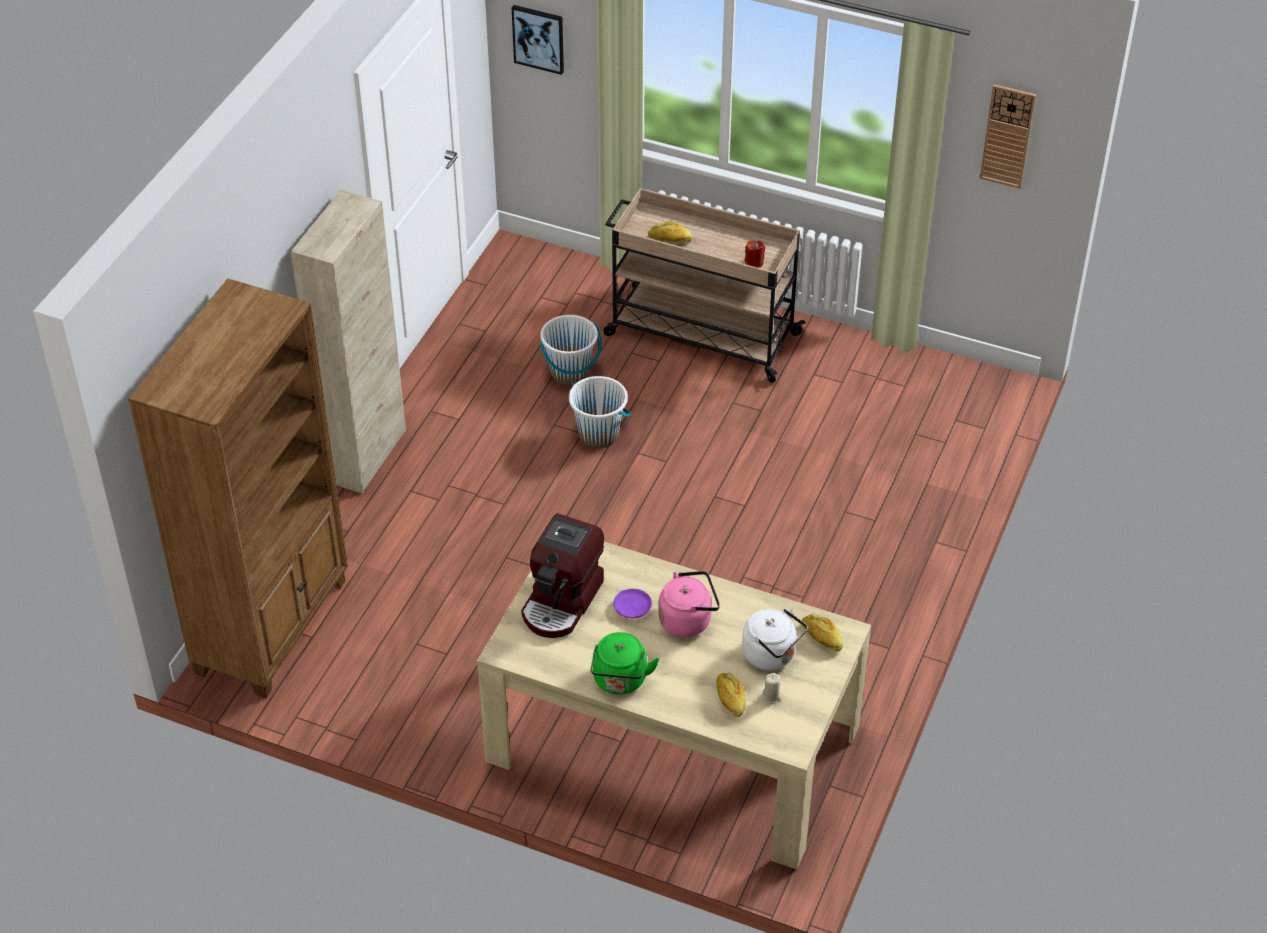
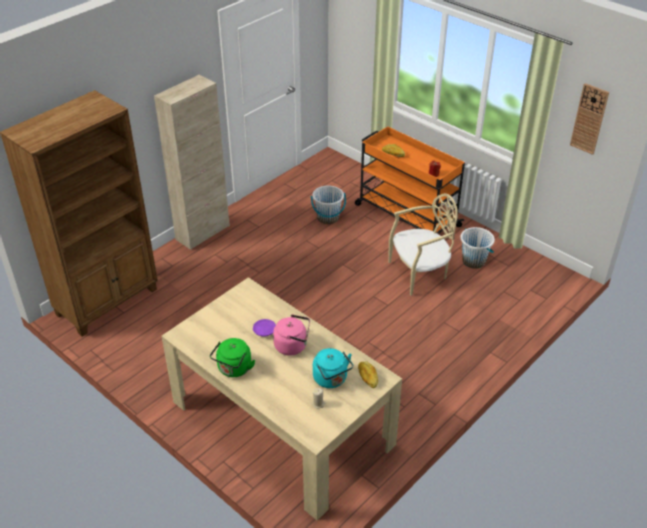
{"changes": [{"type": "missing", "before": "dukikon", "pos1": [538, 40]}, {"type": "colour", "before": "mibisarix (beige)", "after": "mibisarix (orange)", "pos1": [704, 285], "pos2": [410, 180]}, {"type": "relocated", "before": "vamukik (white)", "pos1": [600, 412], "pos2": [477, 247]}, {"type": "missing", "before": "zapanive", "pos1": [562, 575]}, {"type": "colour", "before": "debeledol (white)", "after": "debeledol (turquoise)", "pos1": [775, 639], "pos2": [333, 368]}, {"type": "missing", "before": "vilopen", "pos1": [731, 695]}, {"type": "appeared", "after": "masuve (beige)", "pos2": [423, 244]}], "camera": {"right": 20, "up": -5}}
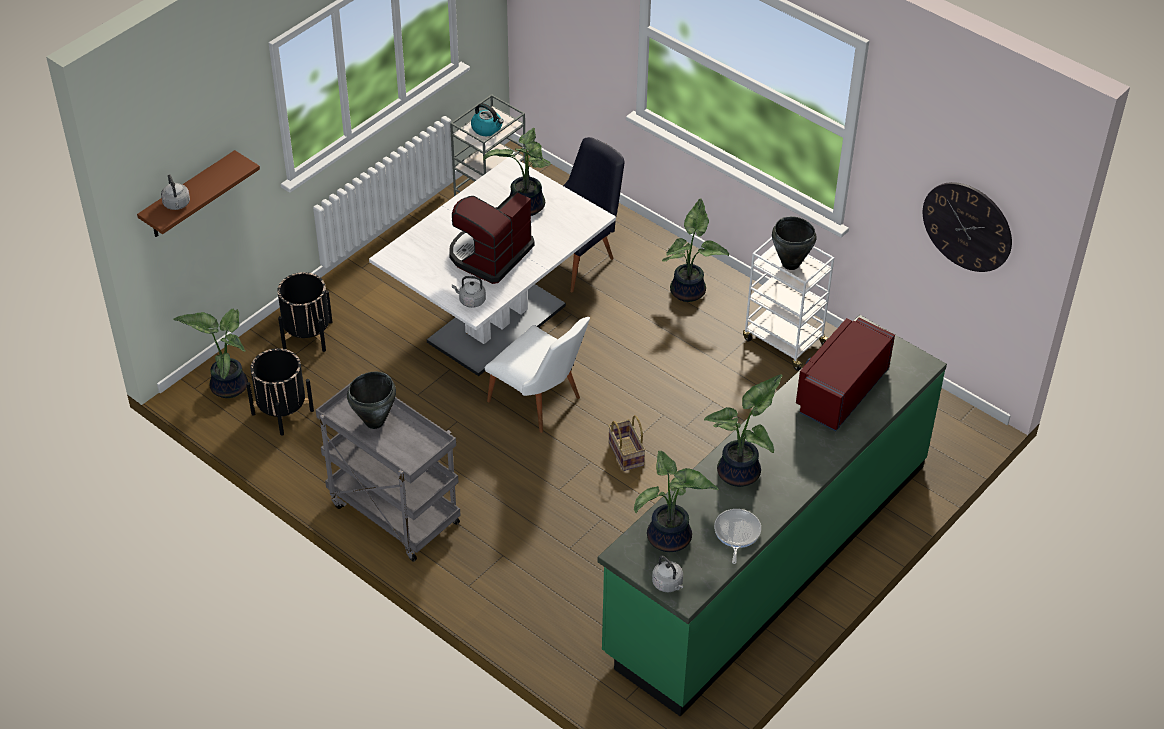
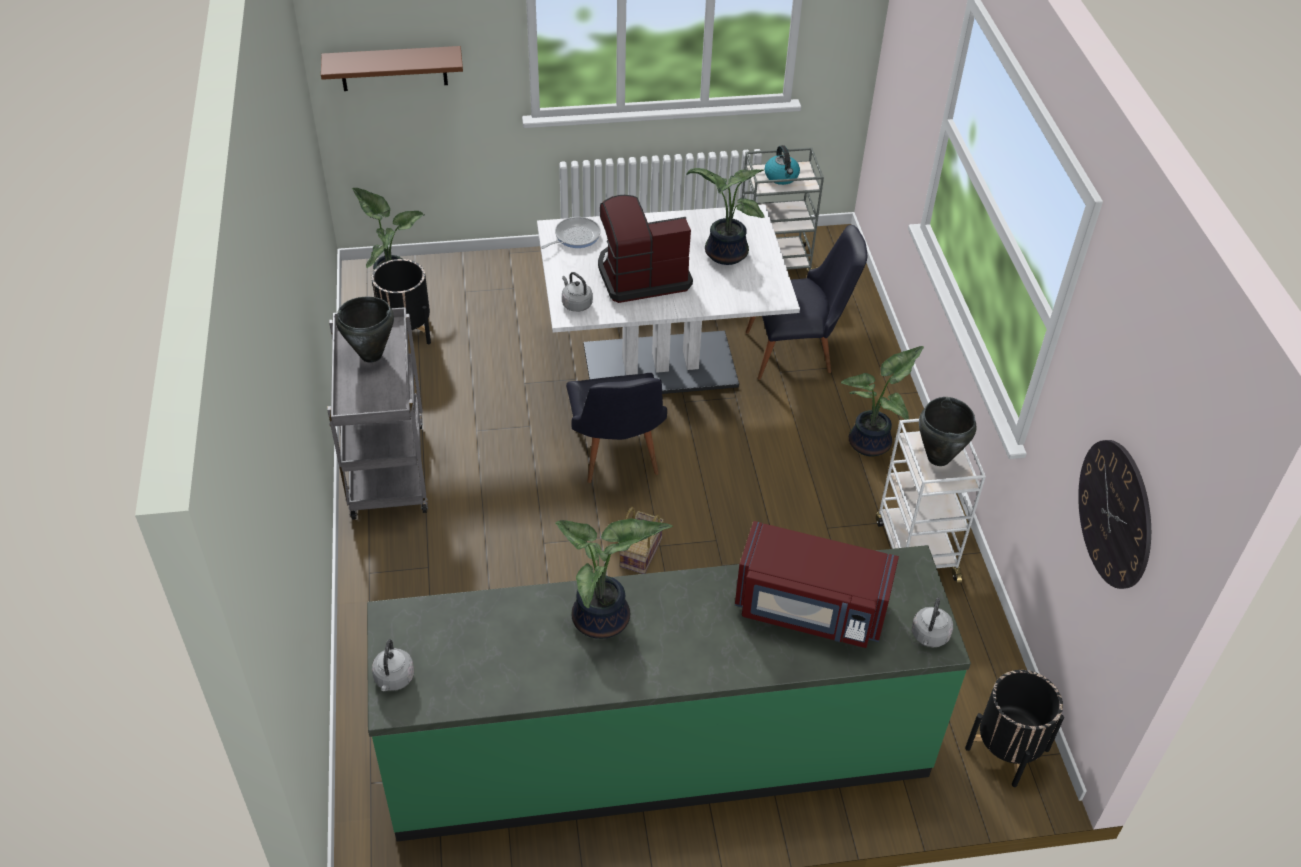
{"changes": [{"type": "relocated", "before": "debeledol (grey)", "pos1": [175, 192], "pos2": [932, 622]}, {"type": "relocated", "before": "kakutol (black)", "pos1": [304, 312], "pos2": [1014, 728]}, {"type": "colour", "before": "masuve (white)", "after": "masuve (black)", "pos1": [537, 375], "pos2": [616, 428]}, {"type": "spun", "before": "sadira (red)", "pos1": [845, 374], "pos2": [817, 584], "turn": -150}, {"type": "missing", "before": "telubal", "pos1": [676, 501]}, {"type": "relocated", "before": "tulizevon", "pos1": [737, 536], "pos2": [571, 233]}], "camera": {"right": 40, "up": 0}}
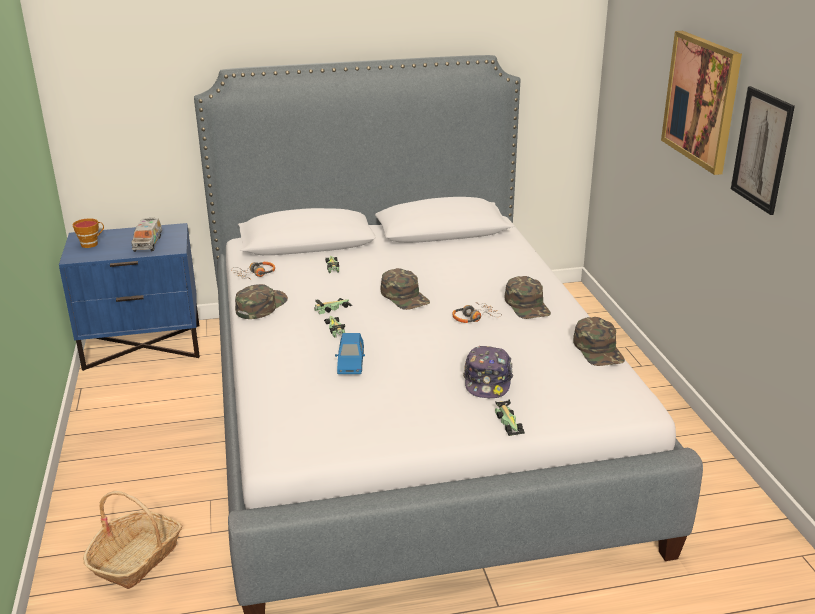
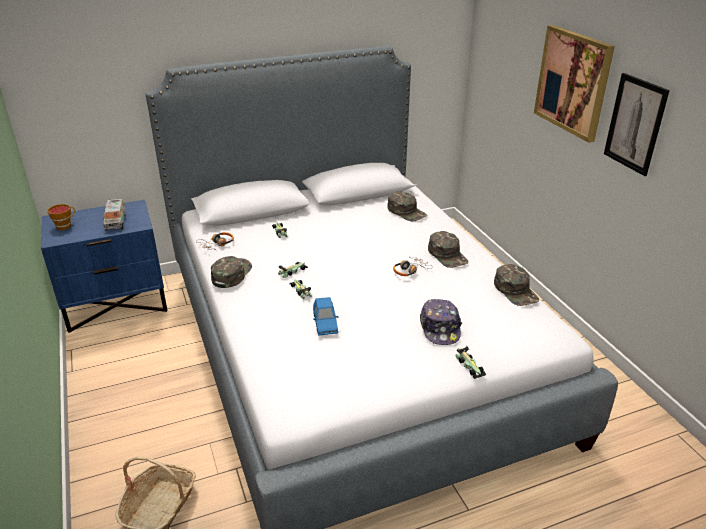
{"changes": [{"type": "relocated", "before": "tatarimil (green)", "pos1": [405, 289], "pos2": [407, 206]}], "camera": {"right": -10, "up": 5}}
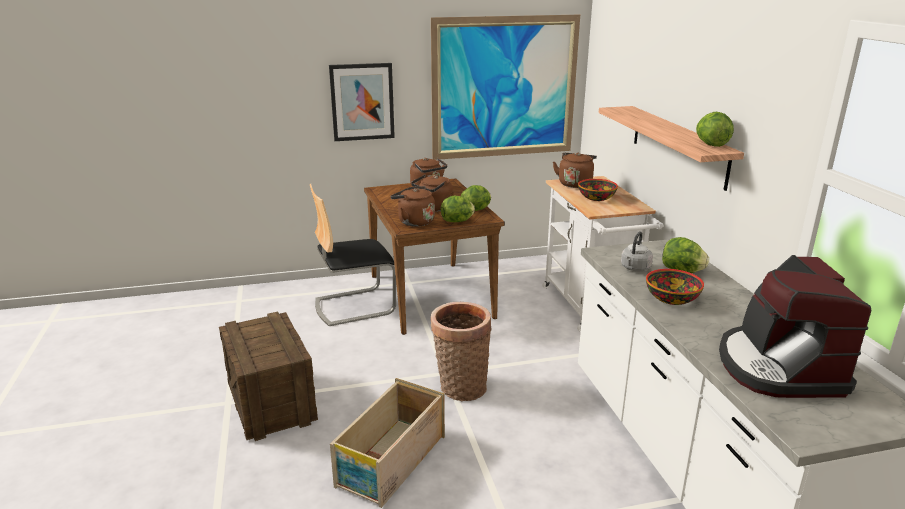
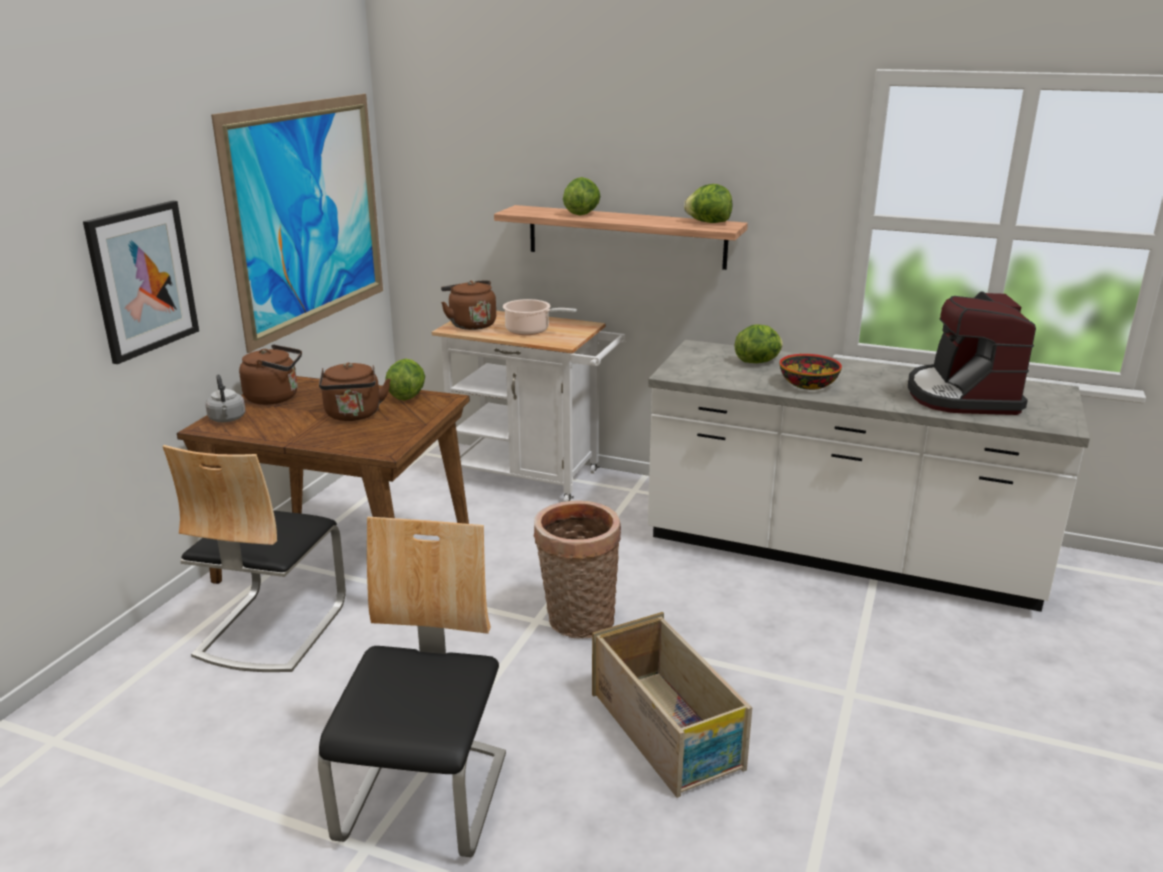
{"changes": [{"type": "exchanged", "before": "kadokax", "after": "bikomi", "pos1": [598, 190], "pos2": [540, 317]}, {"type": "missing", "before": "debeledol (brown)", "pos1": [413, 206]}, {"type": "relocated", "before": "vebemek", "pos1": [458, 208], "pos2": [581, 196]}, {"type": "relocated", "before": "debeledol (grey)", "pos1": [637, 251], "pos2": [225, 398]}, {"type": "spun", "before": "zapanive", "pos1": [795, 326], "pos2": [972, 353], "turn": 60}, {"type": "exchanged", "before": "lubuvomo", "after": "masuve", "pos1": [268, 376], "pos2": [412, 687]}], "camera": {"right": -55, "up": 0}}
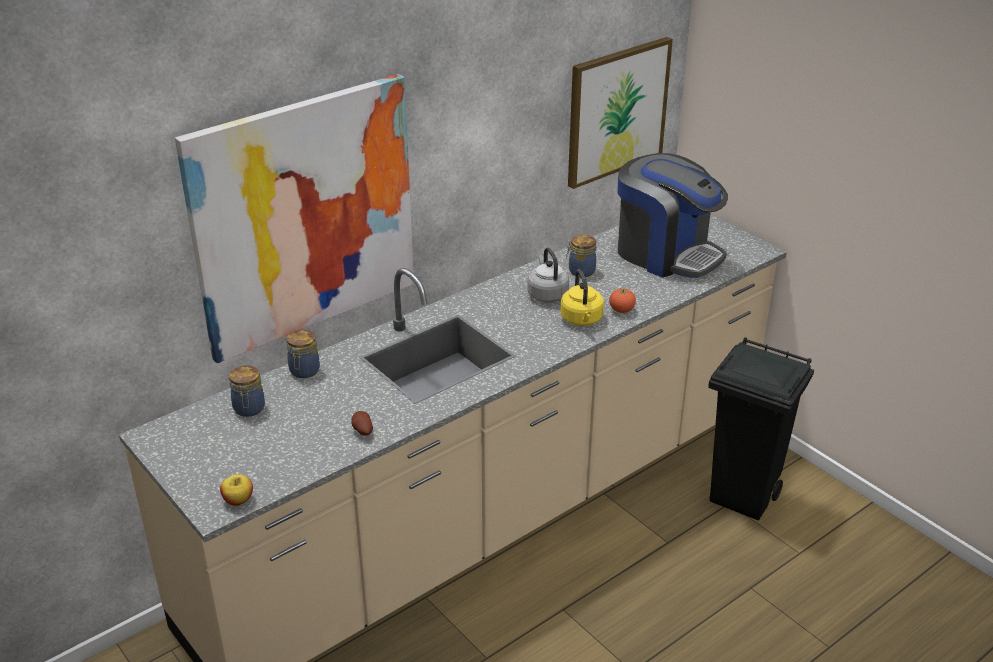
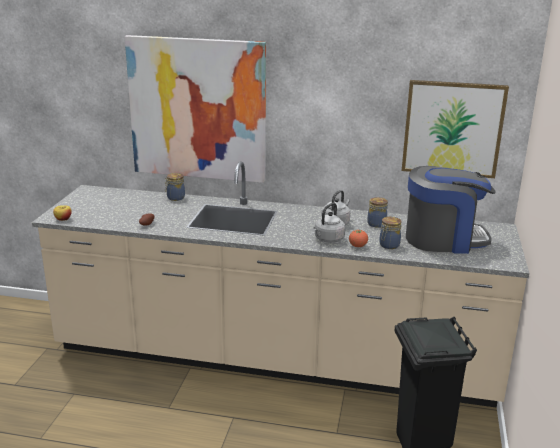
{"changes": [{"type": "spun", "before": "zapanive", "pos1": [673, 215], "pos2": [451, 210], "turn": -90}, {"type": "colour", "before": "debeledol (yellow)", "after": "debeledol (grey)", "pos1": [582, 297], "pos2": [329, 223]}, {"type": "relocated", "before": "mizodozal", "pos1": [247, 391], "pos2": [390, 233]}], "camera": {"right": 50, "up": -10}}
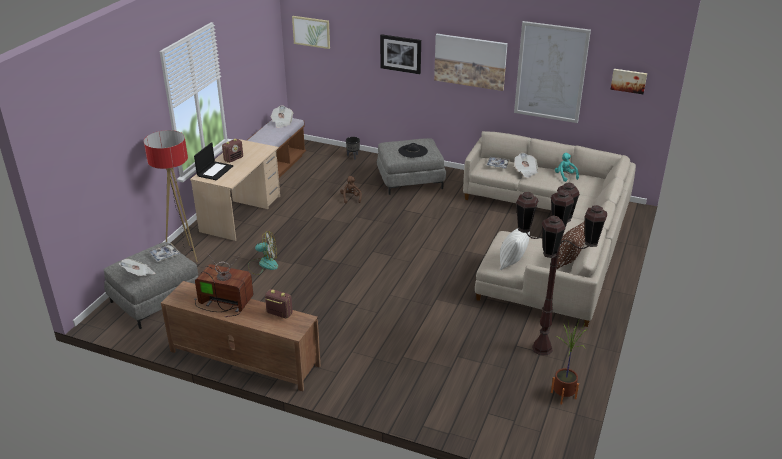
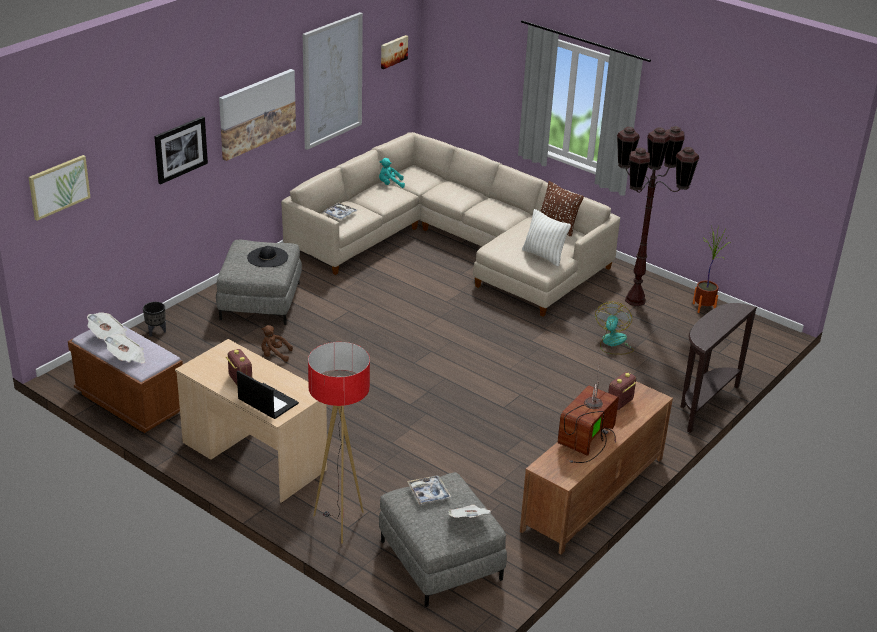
{"changes": [{"type": "relocated", "before": "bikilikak", "pos1": [526, 165], "pos2": [124, 348]}, {"type": "relocated", "before": "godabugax", "pos1": [263, 253], "pos2": [614, 328]}, {"type": "appeared", "after": "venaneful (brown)", "pos2": [719, 368]}], "camera": {"right": -75, "up": 0}}
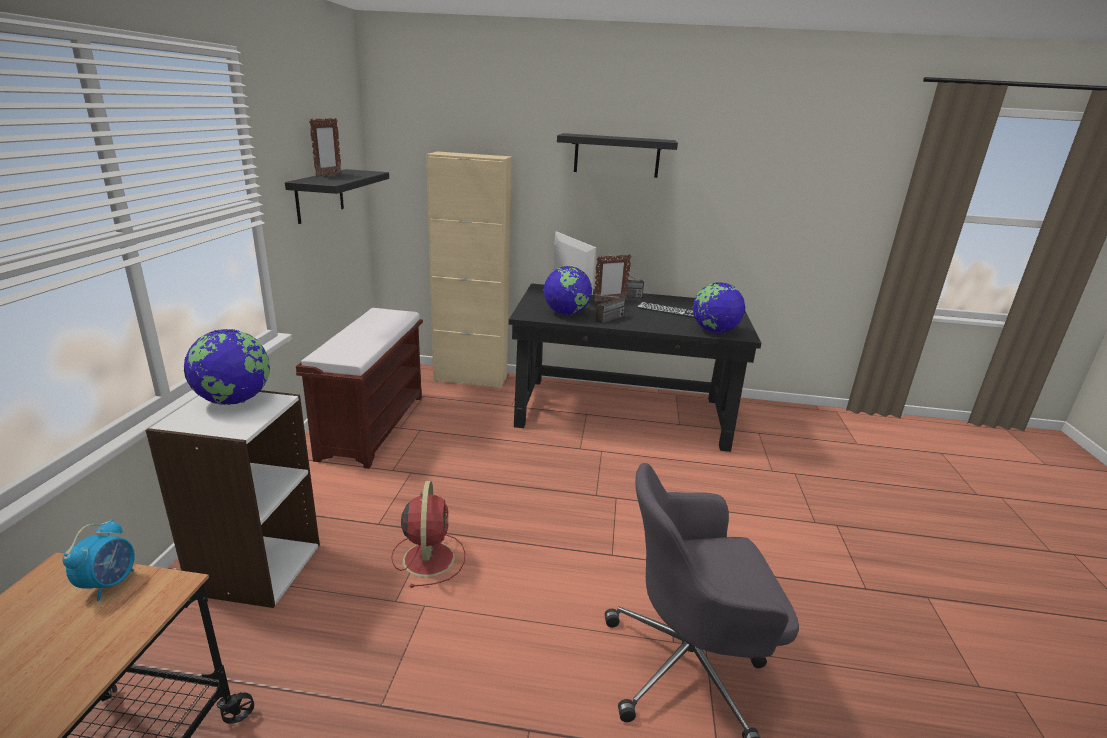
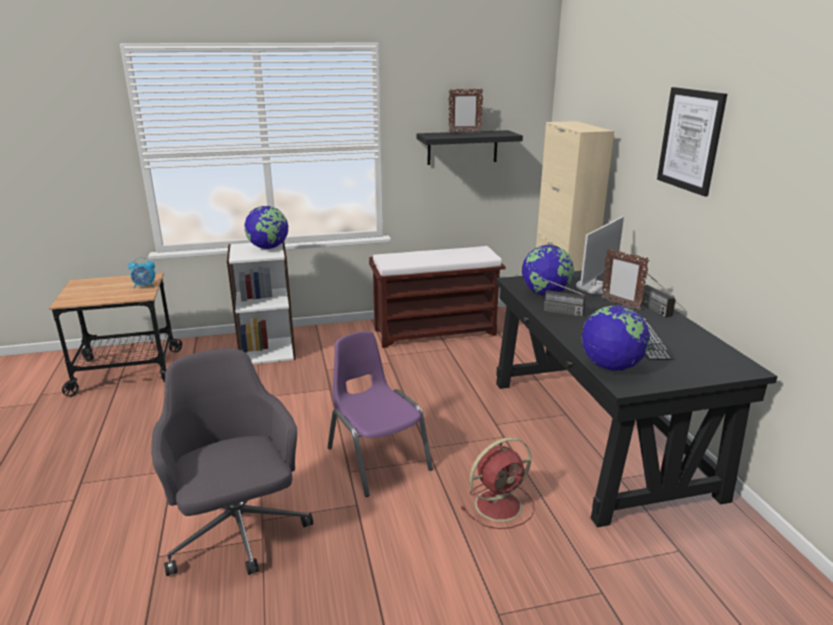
{"changes": [{"type": "exchanged", "before": "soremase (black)", "after": "dukikon", "pos1": [617, 155], "pos2": [692, 142]}, {"type": "relocated", "before": "godabugax (red)", "pos1": [428, 534], "pos2": [497, 483]}, {"type": "appeared", "after": "masuve (purple)", "pos2": [380, 414]}], "camera": {"right": 70, "up": 0}}
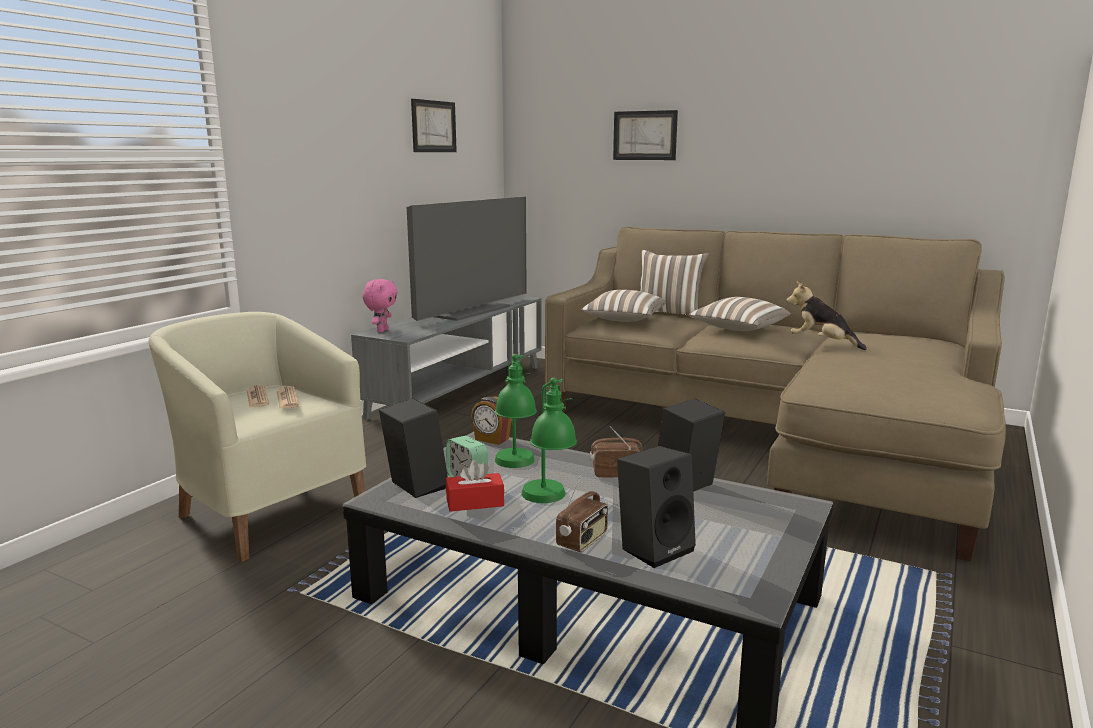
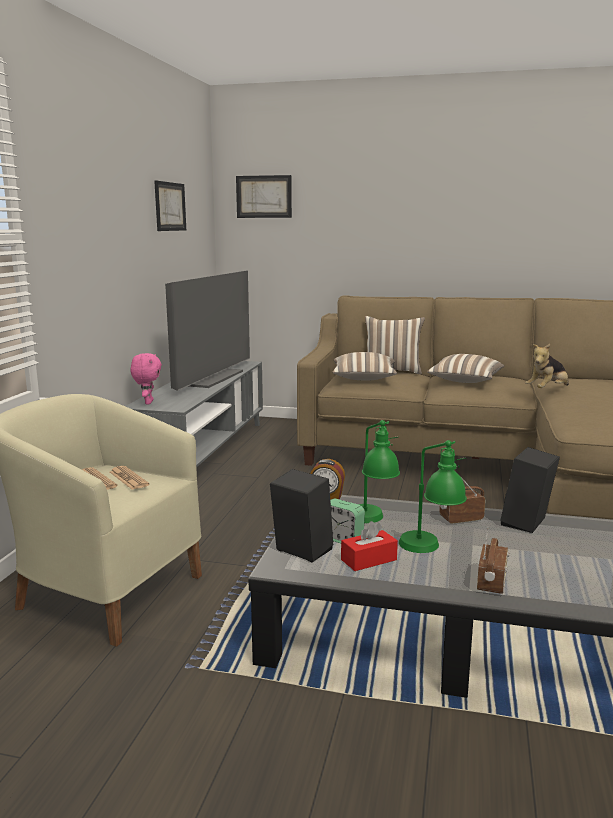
{"changes": [{"type": "relocated", "before": "dukikon", "pos1": [645, 135], "pos2": [264, 196]}, {"type": "spun", "before": "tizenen", "pos1": [826, 316], "pos2": [547, 366], "turn": -60}, {"type": "missing", "before": "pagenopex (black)", "pos1": [656, 507]}], "camera": {"right": -15, "up": 0}}
